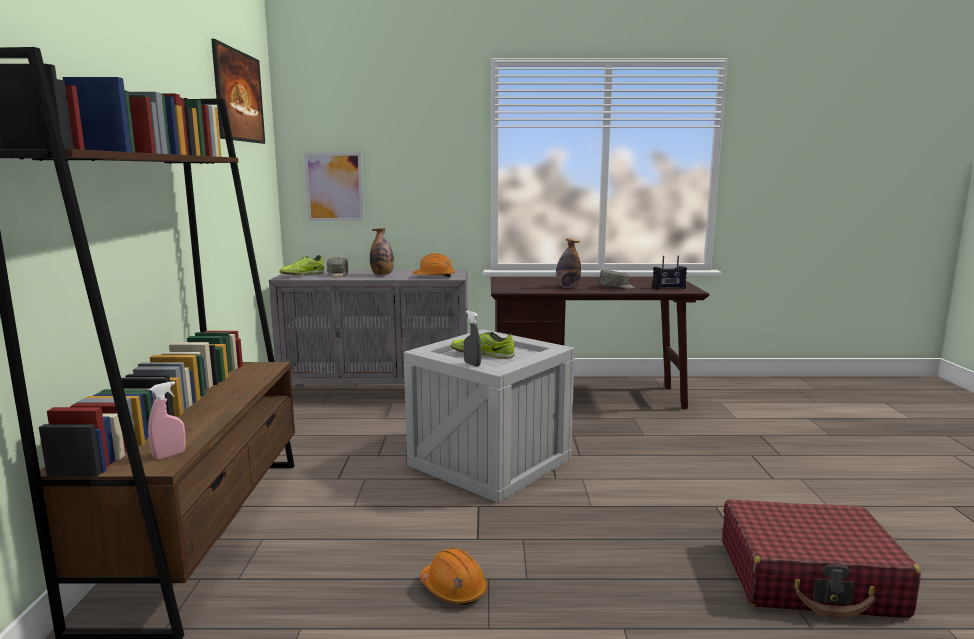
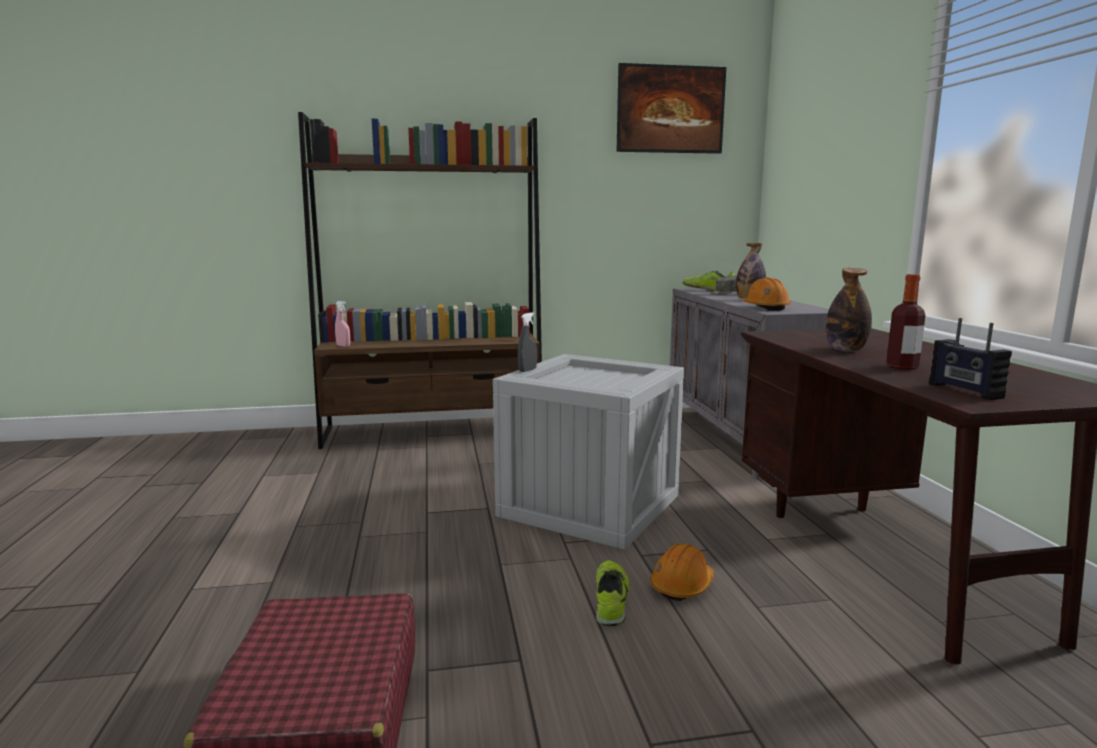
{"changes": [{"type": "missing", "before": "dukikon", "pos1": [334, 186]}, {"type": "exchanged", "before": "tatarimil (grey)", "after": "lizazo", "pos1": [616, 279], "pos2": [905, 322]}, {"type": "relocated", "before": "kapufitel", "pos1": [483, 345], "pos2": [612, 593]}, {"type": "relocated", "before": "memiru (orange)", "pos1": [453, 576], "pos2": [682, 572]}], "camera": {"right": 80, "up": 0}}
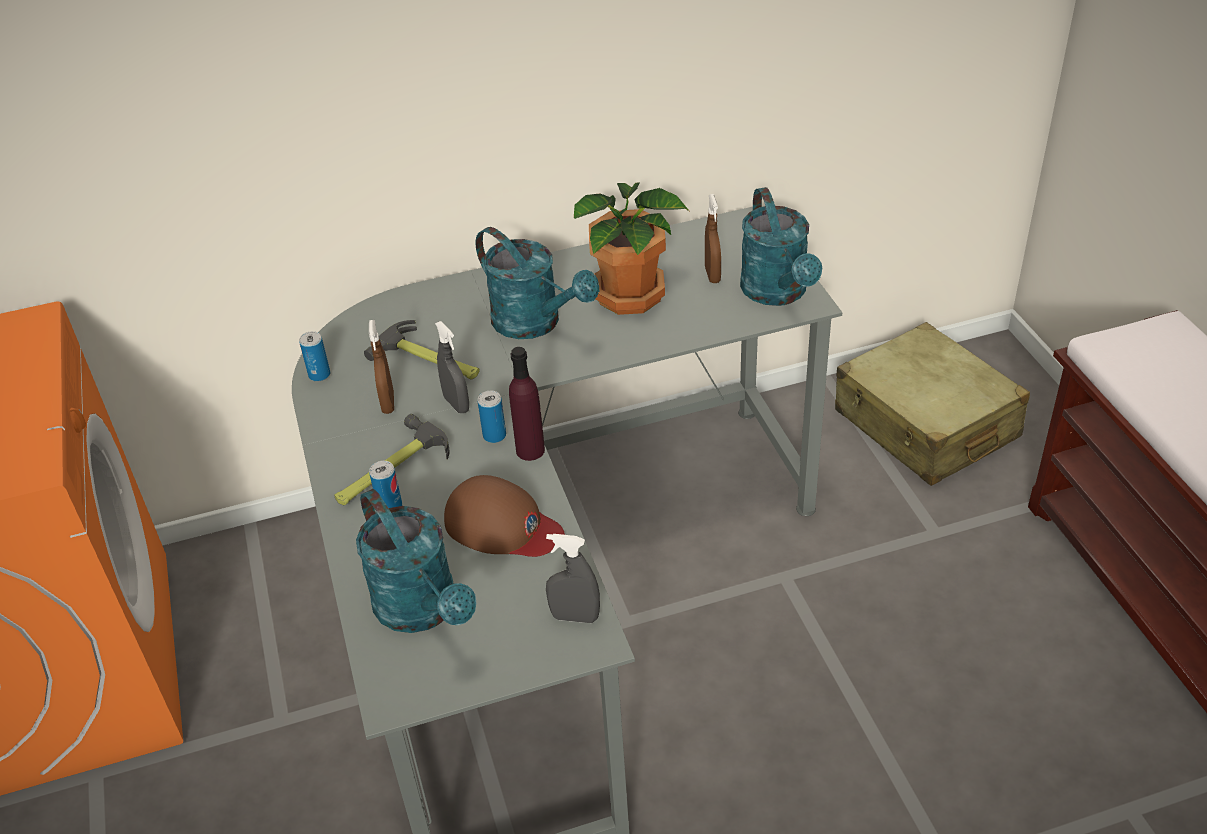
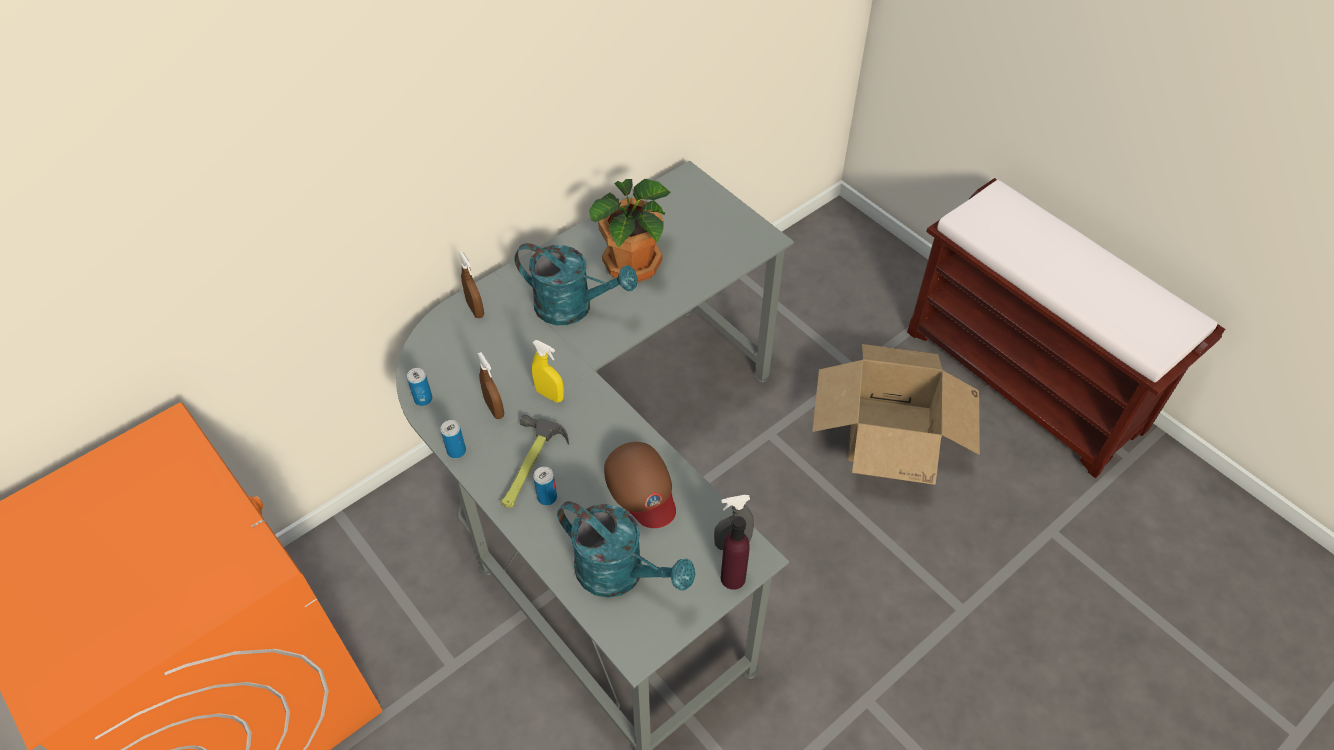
{"changes": [{"type": "missing", "before": "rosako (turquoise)", "pos1": [781, 246]}, {"type": "relocated", "before": "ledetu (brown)", "pos1": [713, 238], "pos2": [471, 285]}, {"type": "missing", "before": "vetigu", "pos1": [421, 349]}, {"type": "colour", "before": "ledetu (grey)", "after": "ledetu (yellow)", "pos1": [452, 367], "pos2": [548, 371]}, {"type": "missing", "before": "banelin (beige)", "pos1": [932, 404]}, {"type": "relocated", "before": "lizazo (purple)", "pos1": [527, 404], "pos2": [735, 553]}, {"type": "relocated", "before": "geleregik", "pos1": [491, 416], "pos2": [453, 439]}, {"type": "spun", "before": "tatarimil (brown)", "pos1": [504, 516], "pos2": [640, 485], "turn": 60}, {"type": "appeared", "after": "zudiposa", "pos2": [896, 414]}], "camera": {"right": -25, "up": 10}}
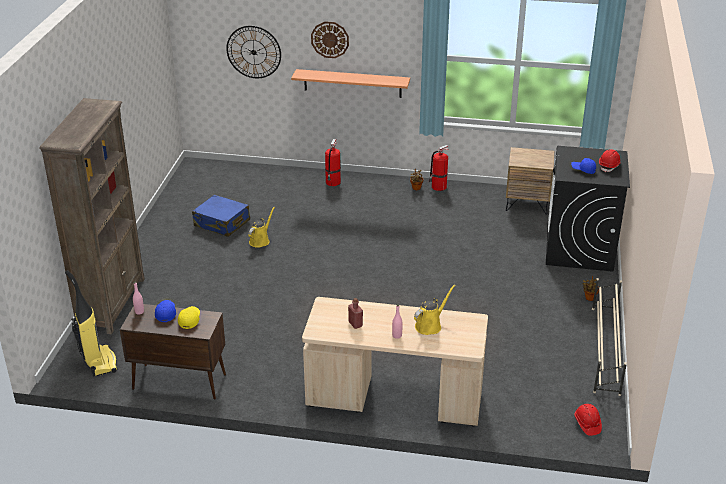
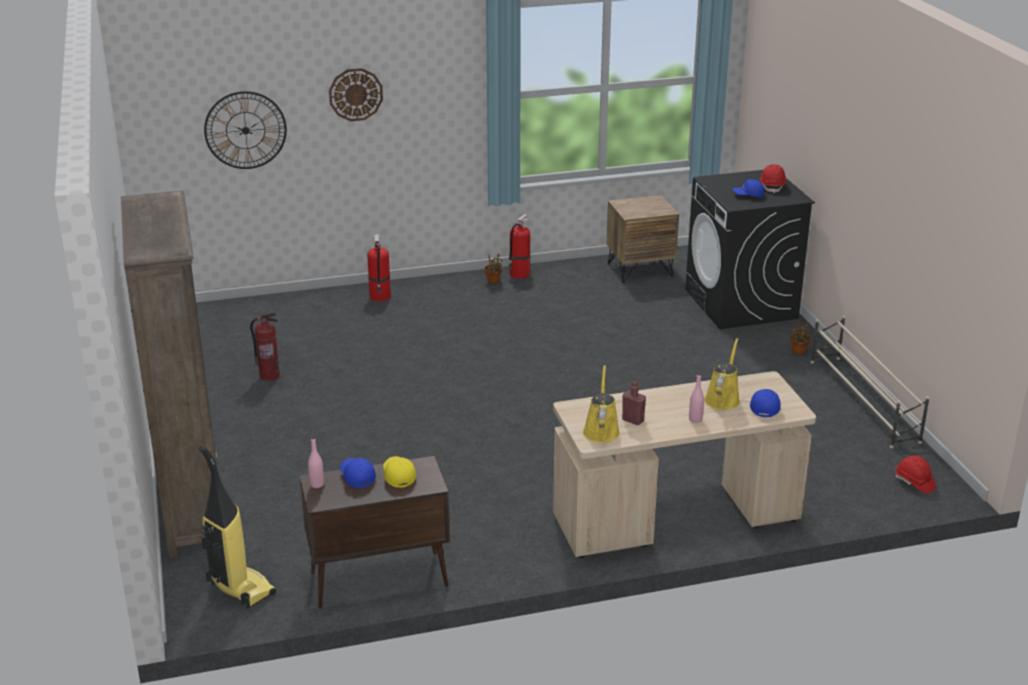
{"changes": [{"type": "missing", "before": "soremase", "pos1": [350, 83]}, {"type": "exchanged", "before": "banelin (blue)", "after": "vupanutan", "pos1": [221, 216], "pos2": [265, 346]}, {"type": "relocated", "before": "rosako (yellow)", "pos1": [261, 227], "pos2": [601, 404]}, {"type": "appeared", "after": "tatarimil (blue)", "pos2": [765, 403]}], "camera": {"right": -25, "up": -5}}
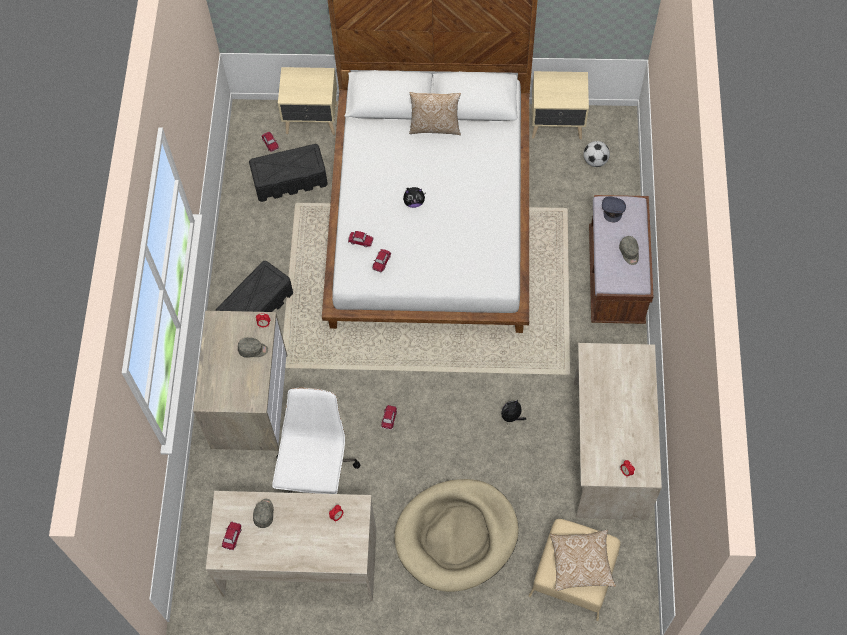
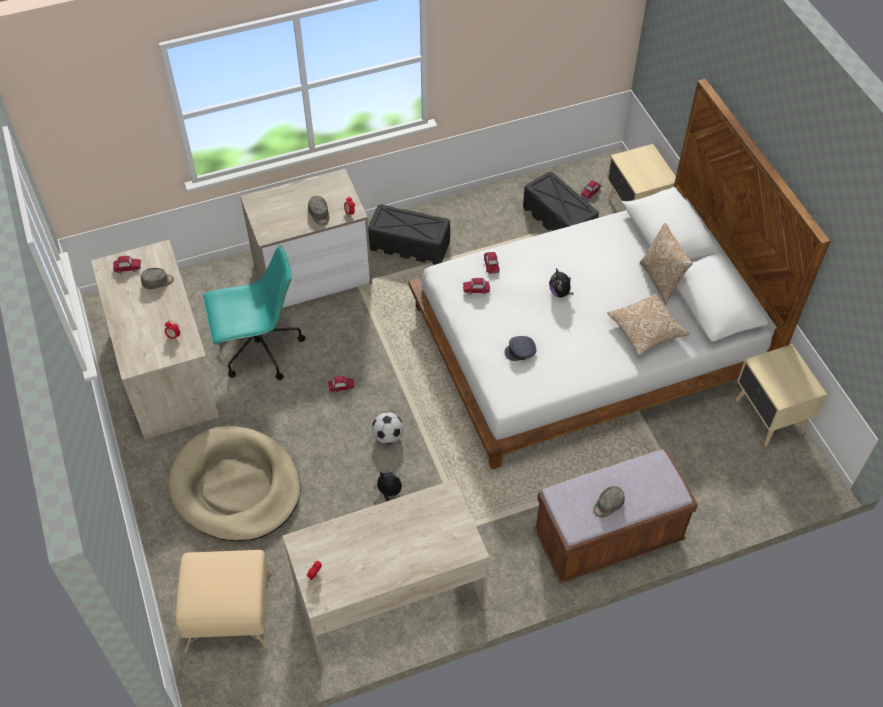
{"changes": [{"type": "relocated", "before": "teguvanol", "pos1": [597, 154], "pos2": [388, 428]}, {"type": "relocated", "before": "tatarimil (grey)", "pos1": [614, 209], "pos2": [520, 348]}, {"type": "colour", "before": "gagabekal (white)", "after": "gagabekal (turquoise)", "pos1": [316, 441], "pos2": [254, 312]}, {"type": "relocated", "before": "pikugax", "pos1": [583, 560], "pos2": [648, 324]}], "camera": {"right": 65, "up": -10}}
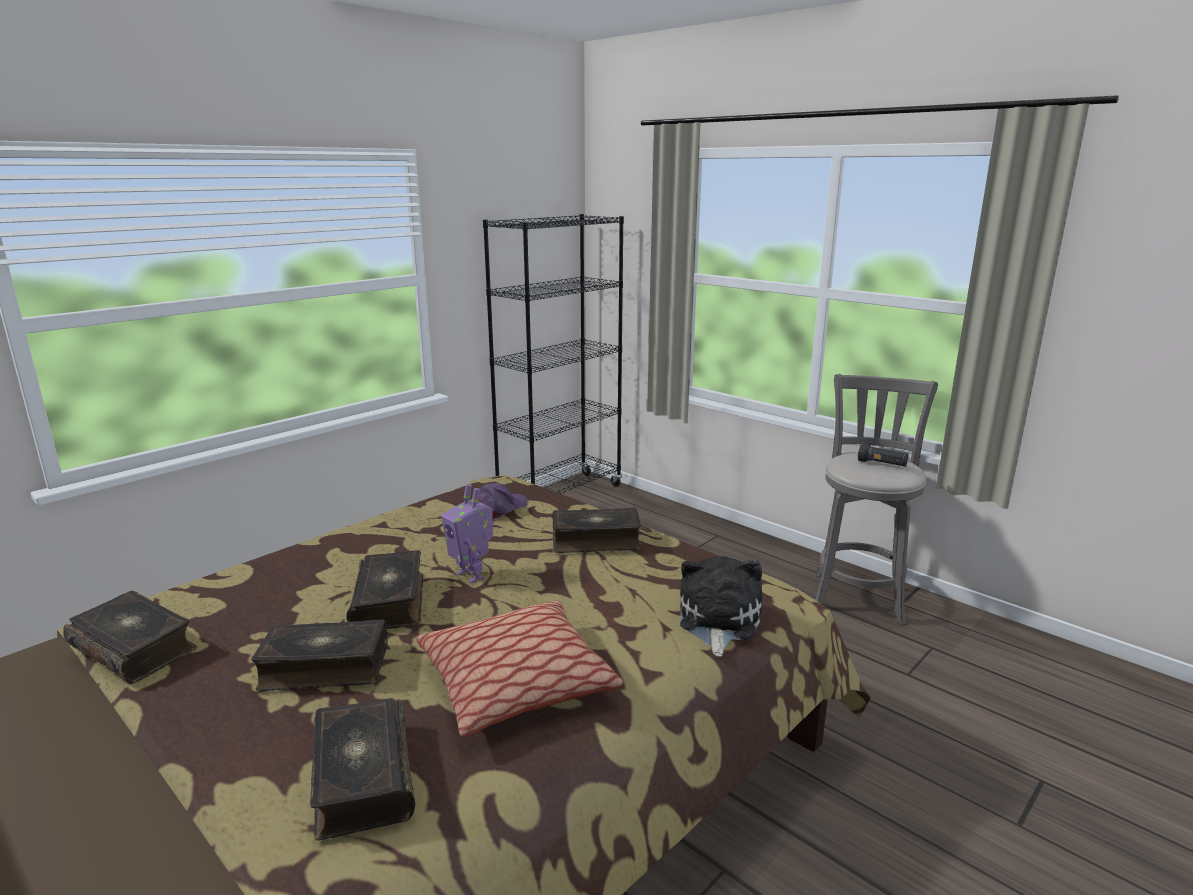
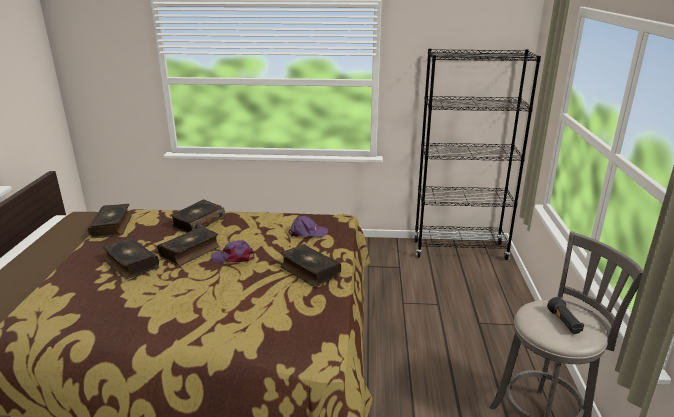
{"changes": [{"type": "exchanged", "before": "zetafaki", "after": "tatarimil (purple)", "pos1": [467, 533], "pos2": [233, 251]}, {"type": "missing", "before": "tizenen", "pos1": [721, 606]}, {"type": "missing", "before": "pikugax", "pos1": [520, 668]}, {"type": "relocated", "before": "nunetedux", "pos1": [362, 769], "pos2": [197, 216]}], "camera": {"right": 50, "up": 5}}
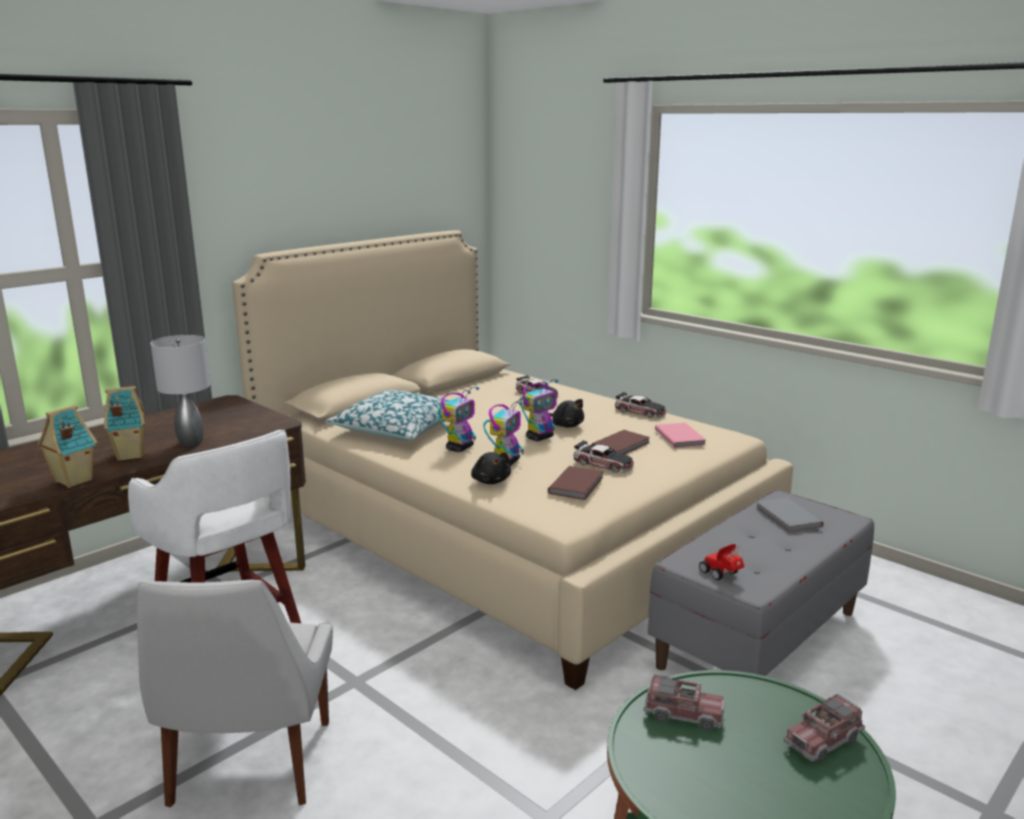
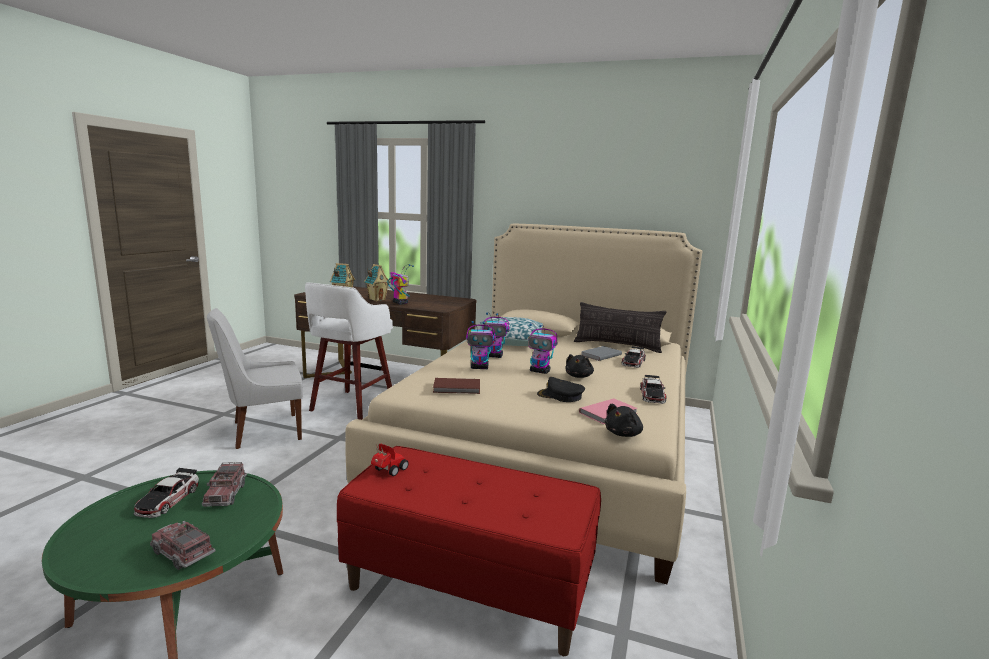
{"changes": [{"type": "exchanged", "before": "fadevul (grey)", "after": "zetafaki", "pos1": [180, 391], "pos2": [400, 284]}, {"type": "exchanged", "before": "nunetedux (brown)", "after": "tatarimil (black)", "pos1": [621, 442], "pos2": [561, 389]}, {"type": "relocated", "before": "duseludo", "pos1": [604, 457], "pos2": [166, 493]}, {"type": "relocated", "before": "tizenen (black)", "pos1": [491, 468], "pos2": [624, 420]}, {"type": "colour", "before": "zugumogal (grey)", "after": "zugumogal (red)", "pos1": [761, 583], "pos2": [469, 551]}, {"type": "relocated", "before": "nunetedux (grey)", "pos1": [790, 515], "pos2": [601, 353]}, {"type": "appeared", "after": "pikugax", "pos2": [620, 327]}], "camera": {"right": 65, "up": -5}}
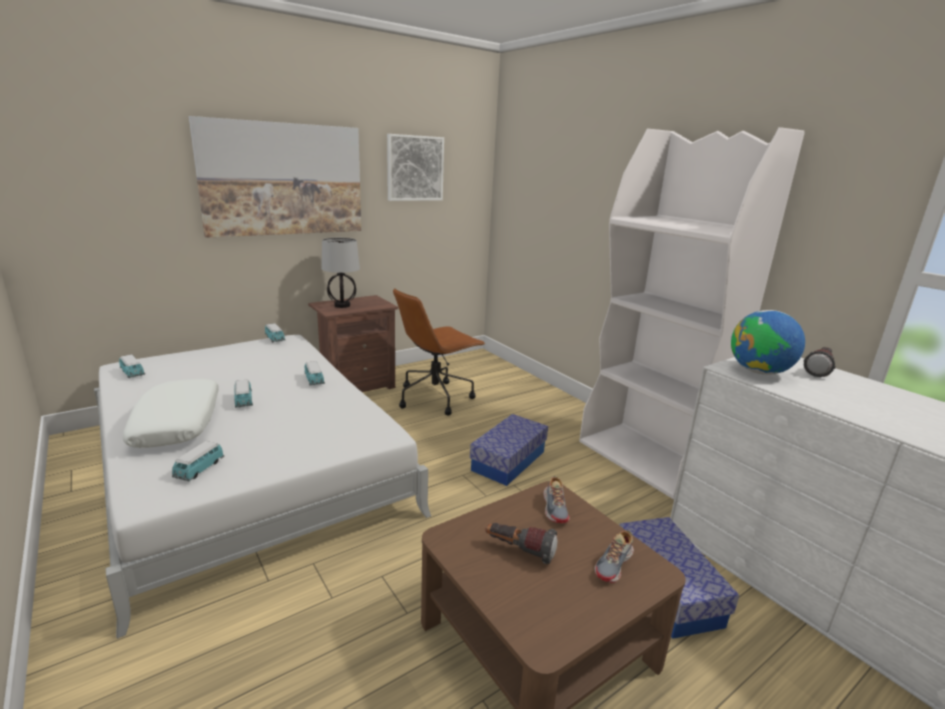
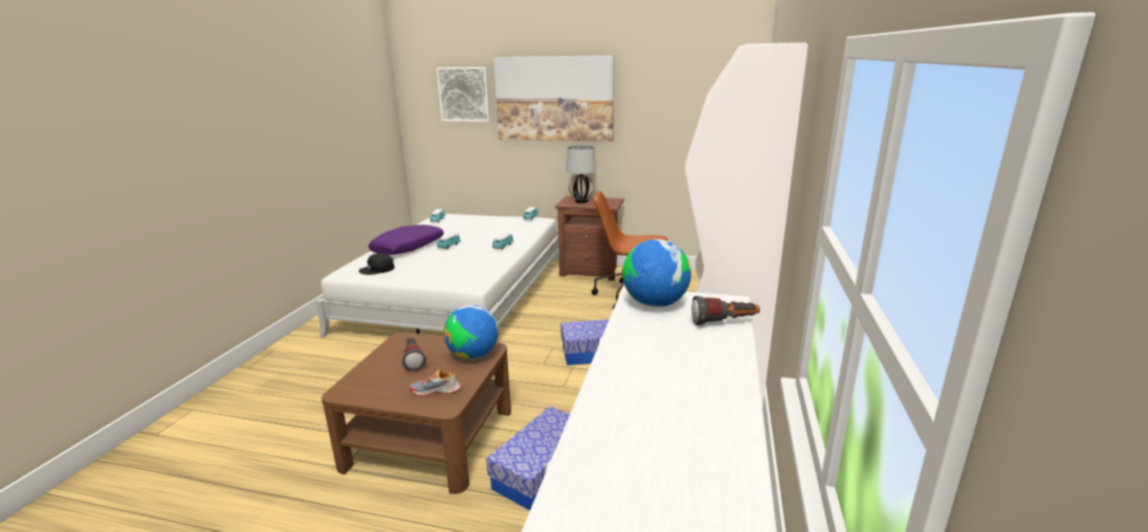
{"changes": [{"type": "relocated", "before": "dukikon", "pos1": [415, 167], "pos2": [463, 94]}, {"type": "colour", "before": "pikugax (white)", "after": "pikugax (purple)", "pos1": [171, 413], "pos2": [406, 240]}, {"type": "exchanged", "before": "duseludo", "after": "tatarimil (black)", "pos1": [198, 461], "pos2": [377, 264]}, {"type": "exchanged", "before": "kapufitel", "after": "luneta", "pos1": [556, 499], "pos2": [470, 332]}], "camera": {"right": 50, "up": 0}}
